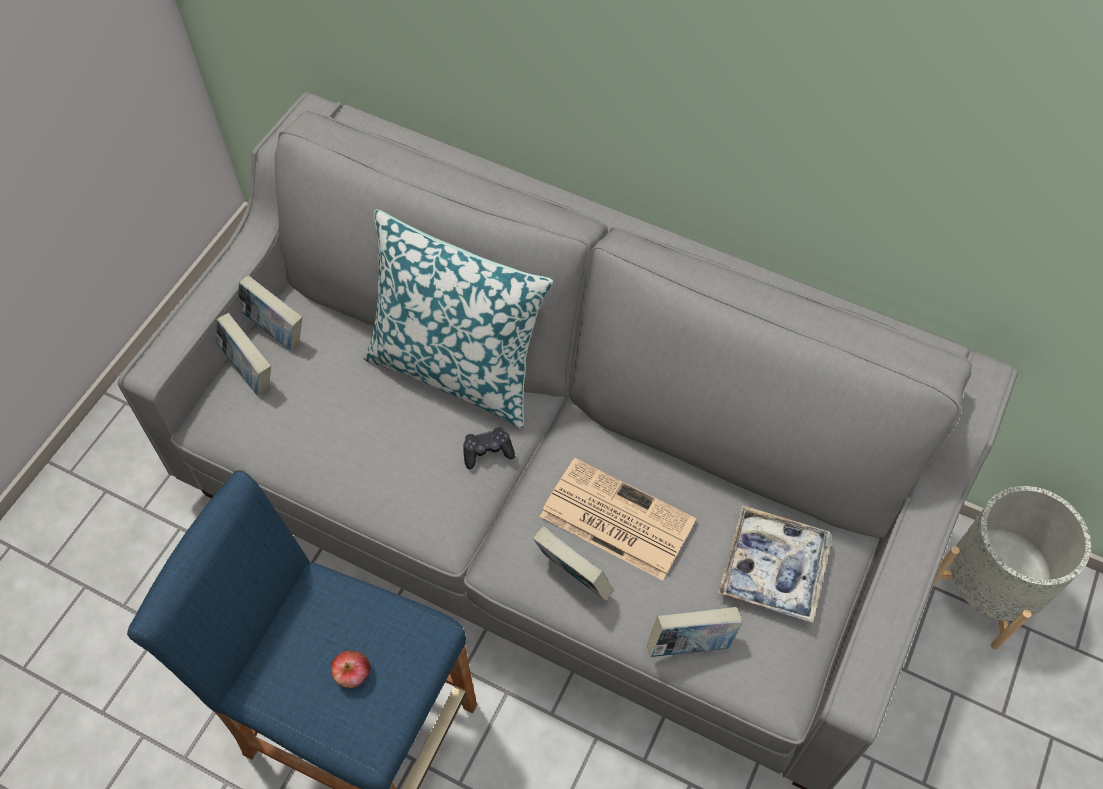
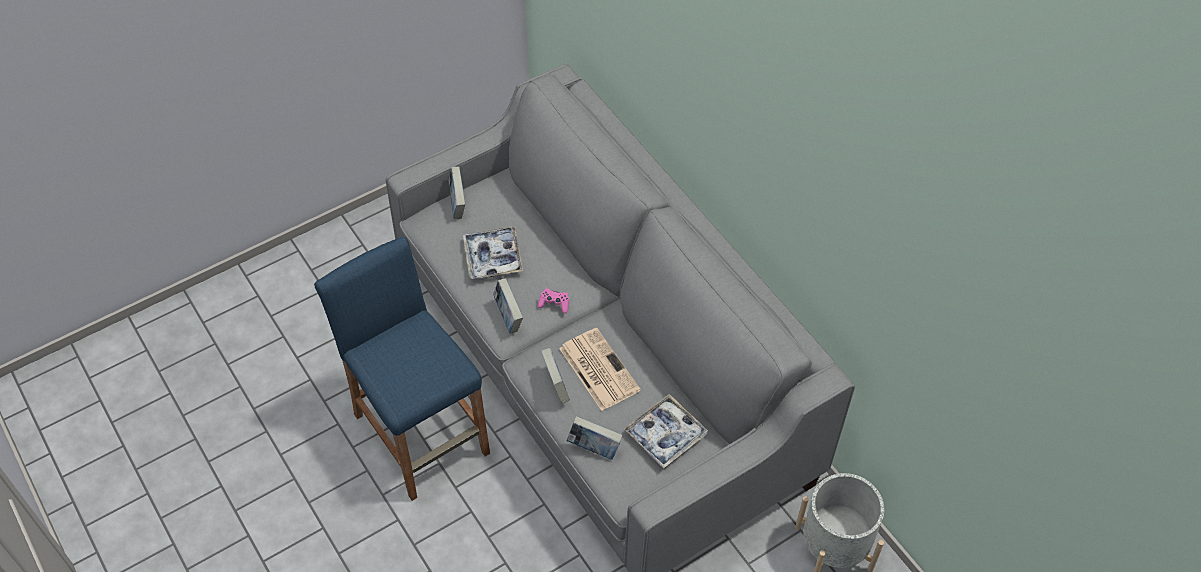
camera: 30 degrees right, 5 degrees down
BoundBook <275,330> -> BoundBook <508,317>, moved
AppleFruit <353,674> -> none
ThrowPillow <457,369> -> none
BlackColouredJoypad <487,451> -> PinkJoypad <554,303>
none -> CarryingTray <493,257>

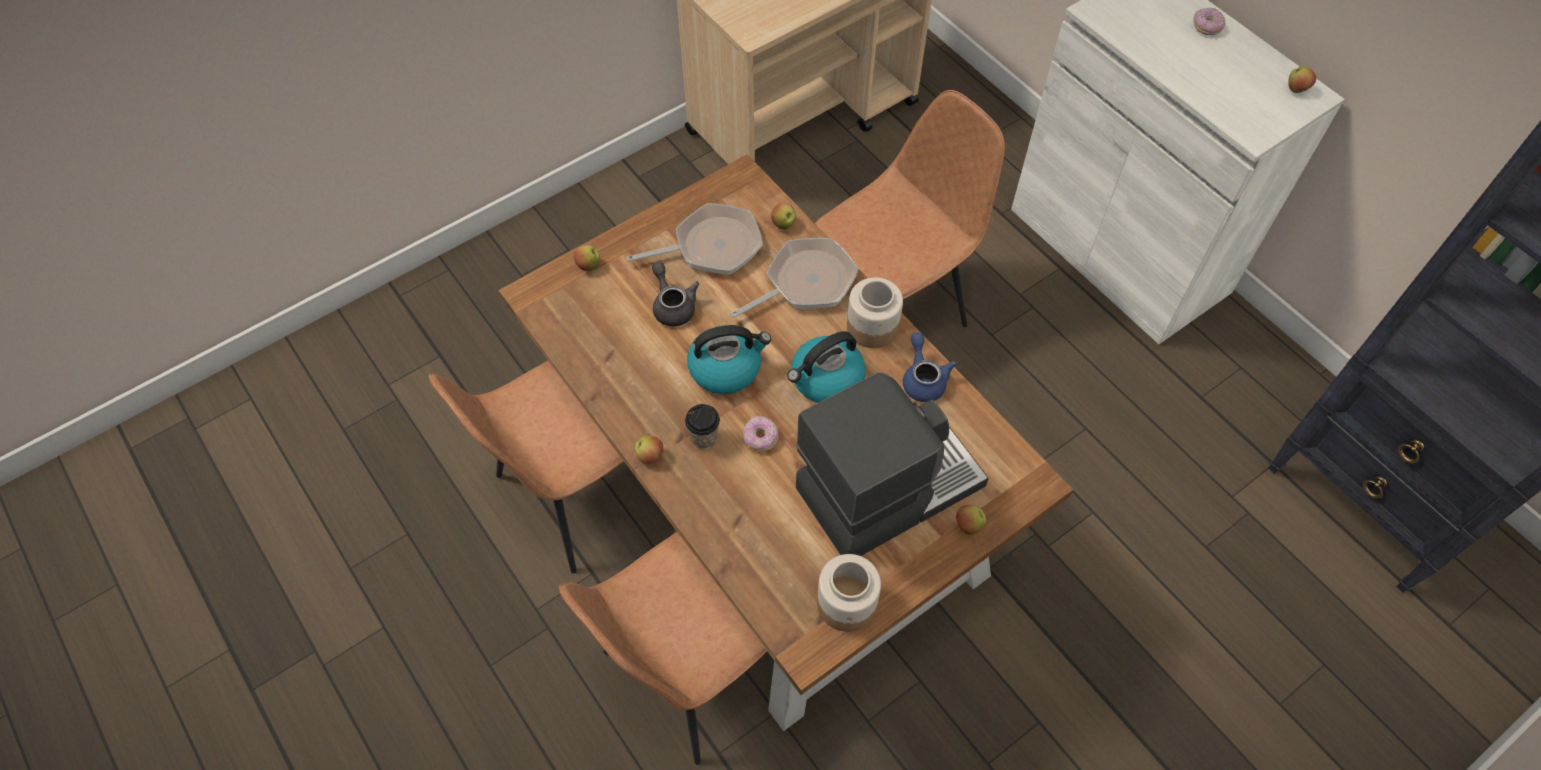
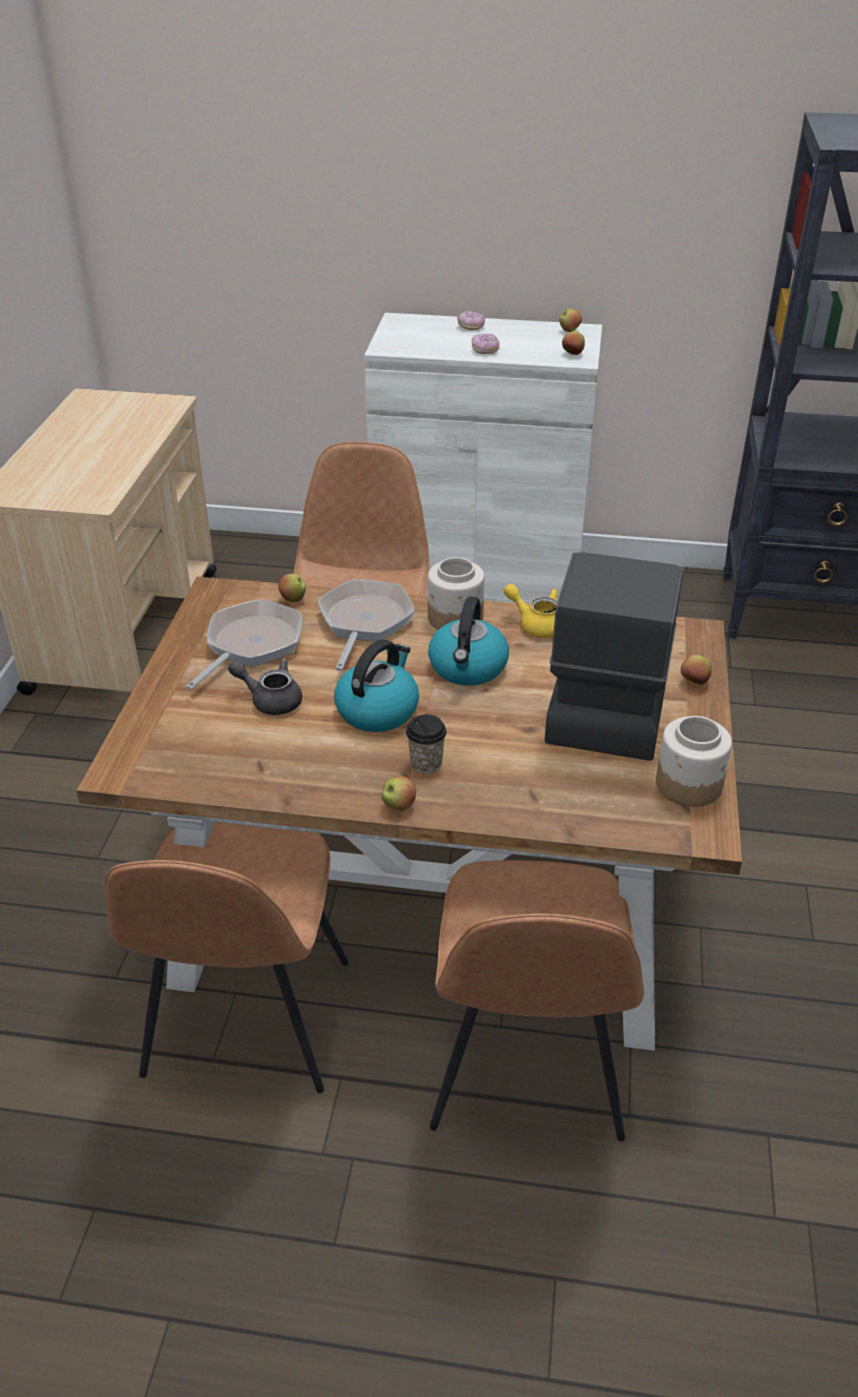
camera: 45 degrees left, 20 degrees down
AppleFruit <588,266> -> AppleFruit <572,354>, moved
RingDoughnut <760,438> -> RingDoughnut <485,350>, moved
BlueColouredTeapot <923,379> -> YellowTeapot <537,624>

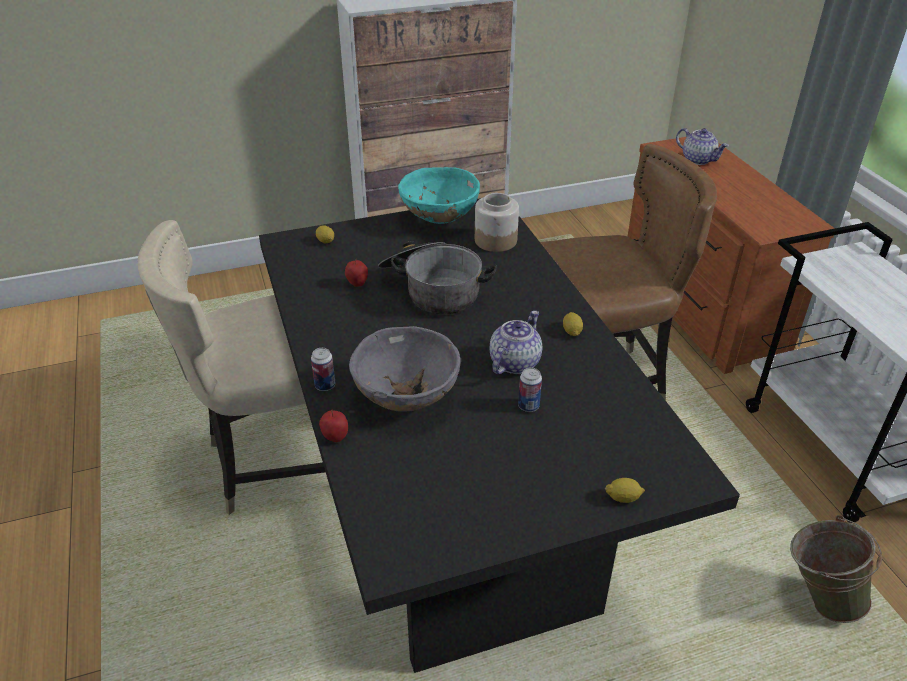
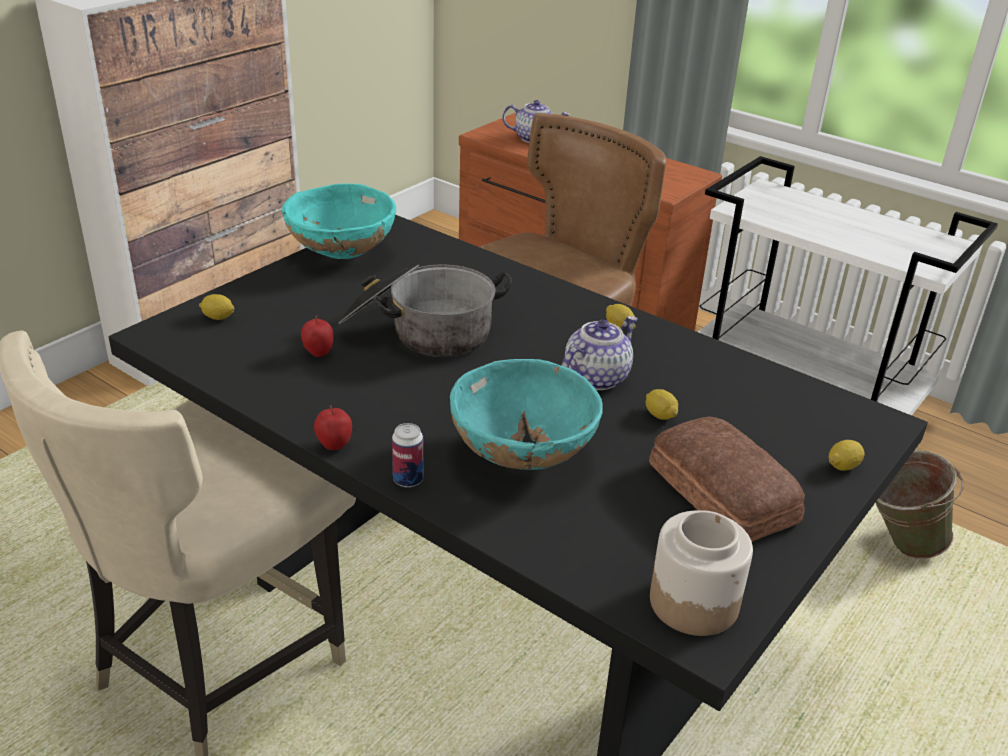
camera: 35 degrees left, 5 degrees down
AppleFruit <335,438> -> AppleFruit <334,446>, moved
GrayServingBowl <406,399> -> TurquoiseServingBowl <522,457>
PreserveJar <496,240> -> PreserveJar <694,602>, moved
Teapot <514,362> -> Teapot <596,377>, 45 degrees clockwise
SealedCan <528,406> -> WholeLemon <659,415>
none -> BakedBread <721,495>

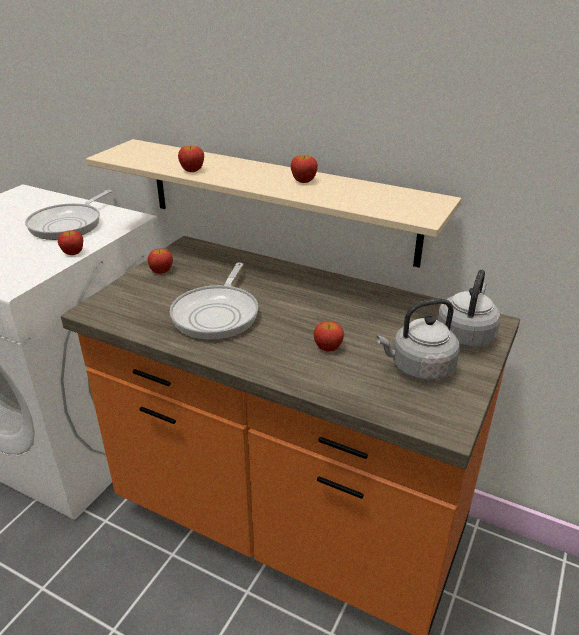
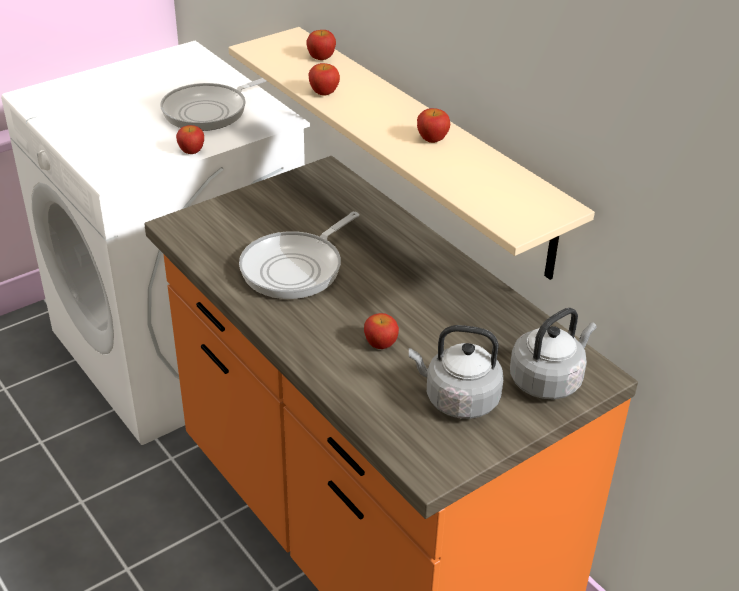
camera: 25 degrees right, 5 degrees up
AppleFruit <161,271> -> AppleFruit <321,57>, moved

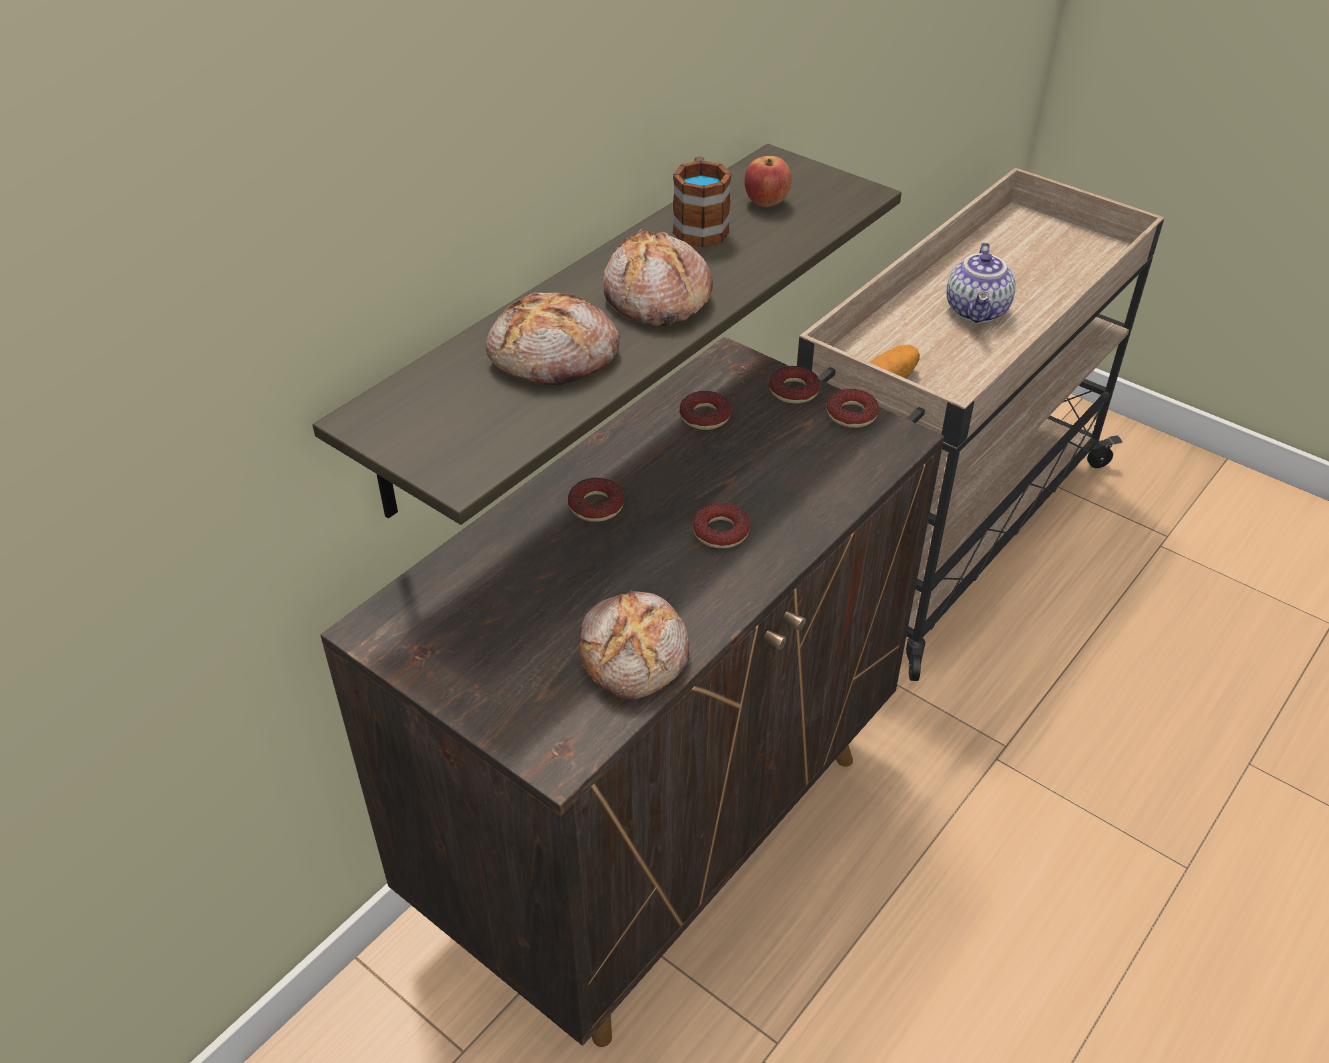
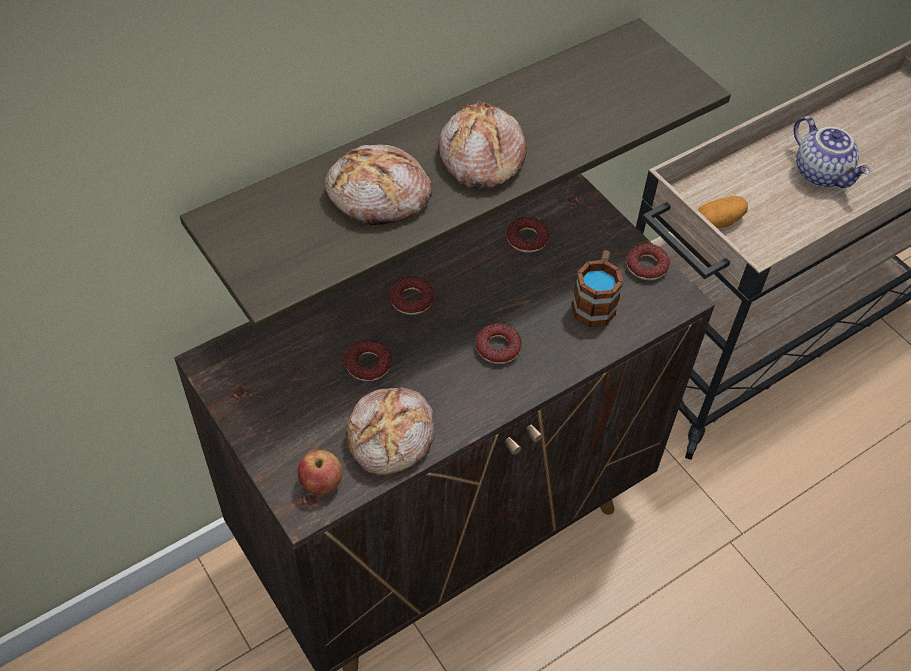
camera: 15 degrees right, 10 degrees up
TeaMug <700,225> -> TeaMug <595,301>, moved
AppleFruit <766,202> -> AppleFruit <321,483>, moved
RingDoughnut <794,391> -> RingDoughnut <368,364>, moved
Teapot <978,311> -> Teapot <822,173>, 60 degrees counterclockwise

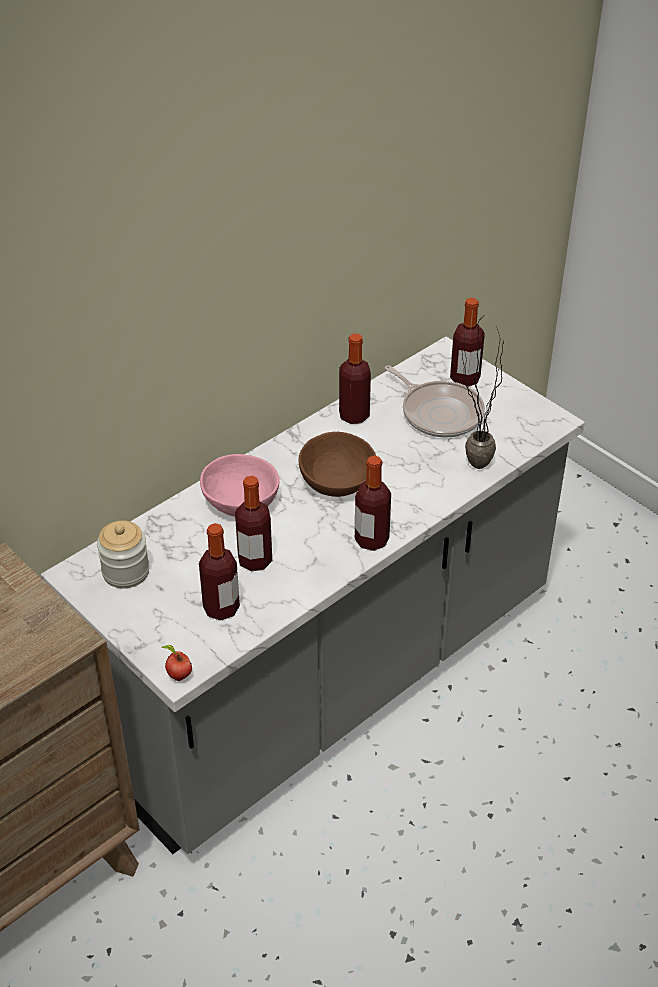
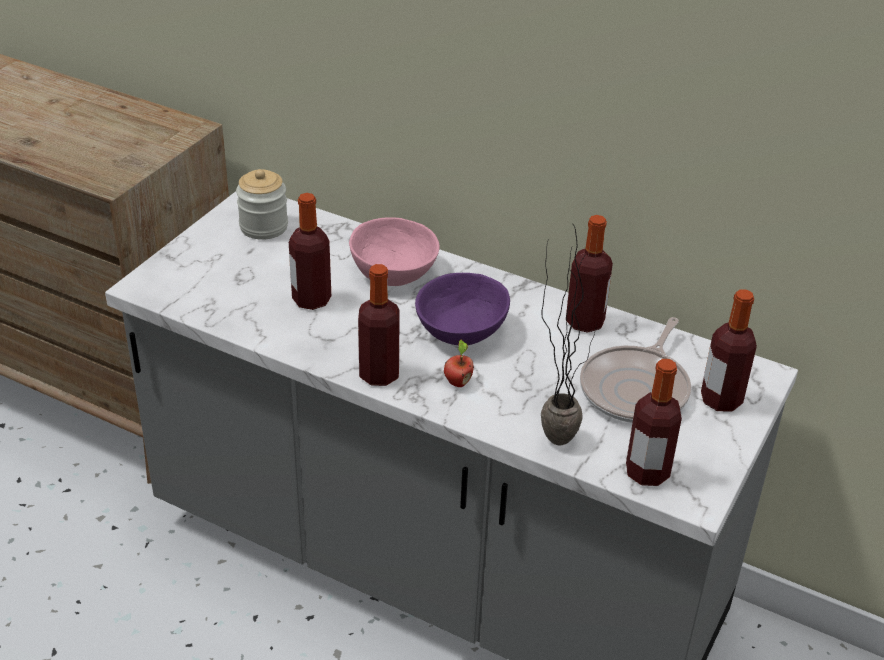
camera: 70 degrees right, 5 degrees down
AppleFruit <178,676> -> AppleFruit <457,382>, moved
Bottle <221,608> -> Bottle <647,472>, moved
BrownServingBowl <336,482> -> PurpleServingBowl <461,330>

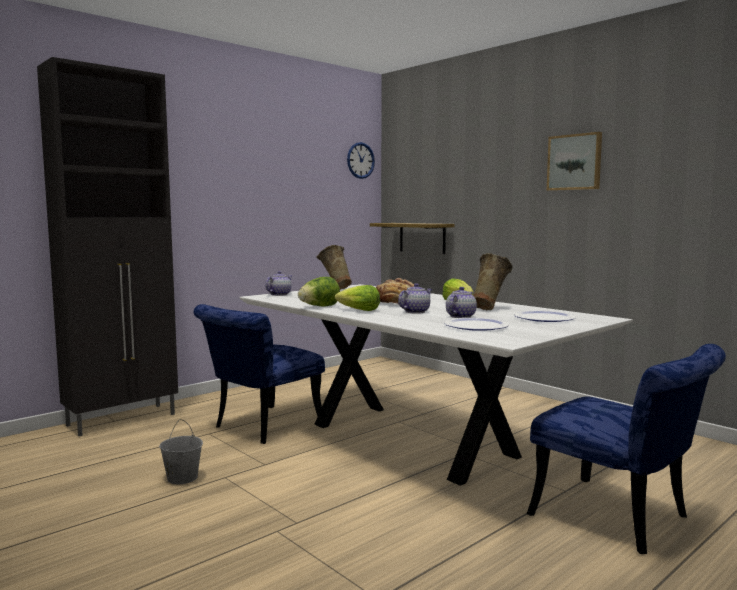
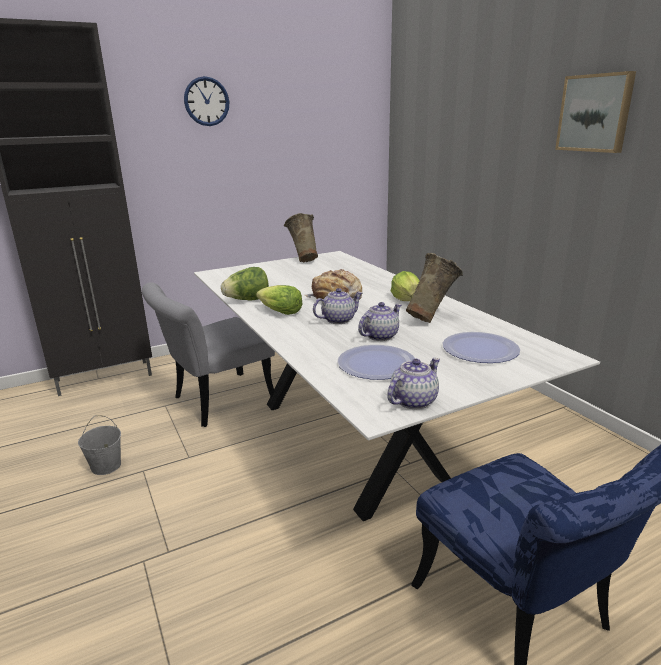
camera: 15 degrees right, 15 degrees up
BlueColouredPlainChair <261,427> -> GrayPlainChair <215,402>
Teapot <279,294> -> Teapot <413,401>, moved
WallClock <360,160> -> WallClock <206,101>, moved
Shelf <422,238> -> none

